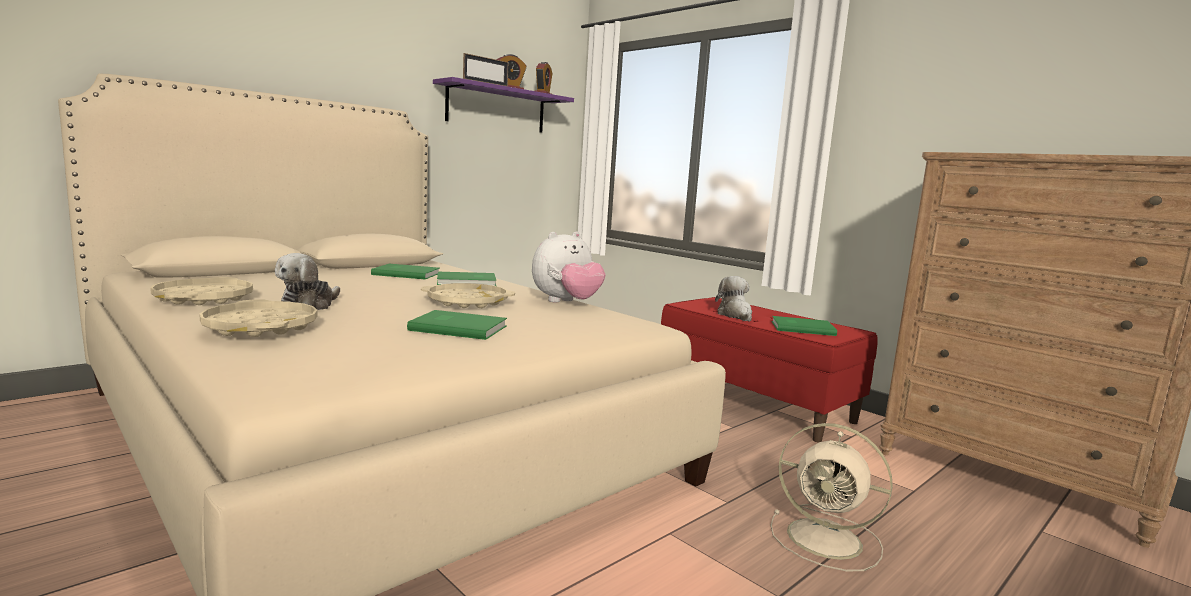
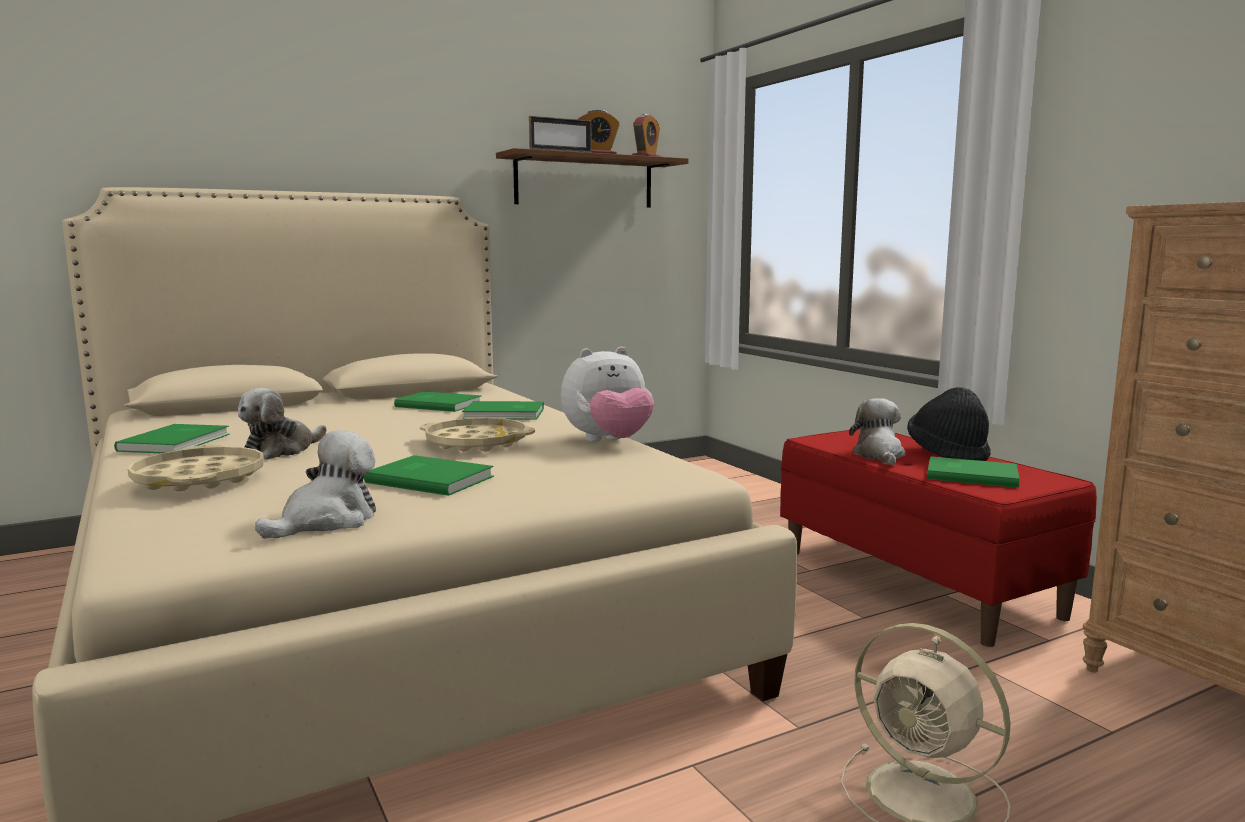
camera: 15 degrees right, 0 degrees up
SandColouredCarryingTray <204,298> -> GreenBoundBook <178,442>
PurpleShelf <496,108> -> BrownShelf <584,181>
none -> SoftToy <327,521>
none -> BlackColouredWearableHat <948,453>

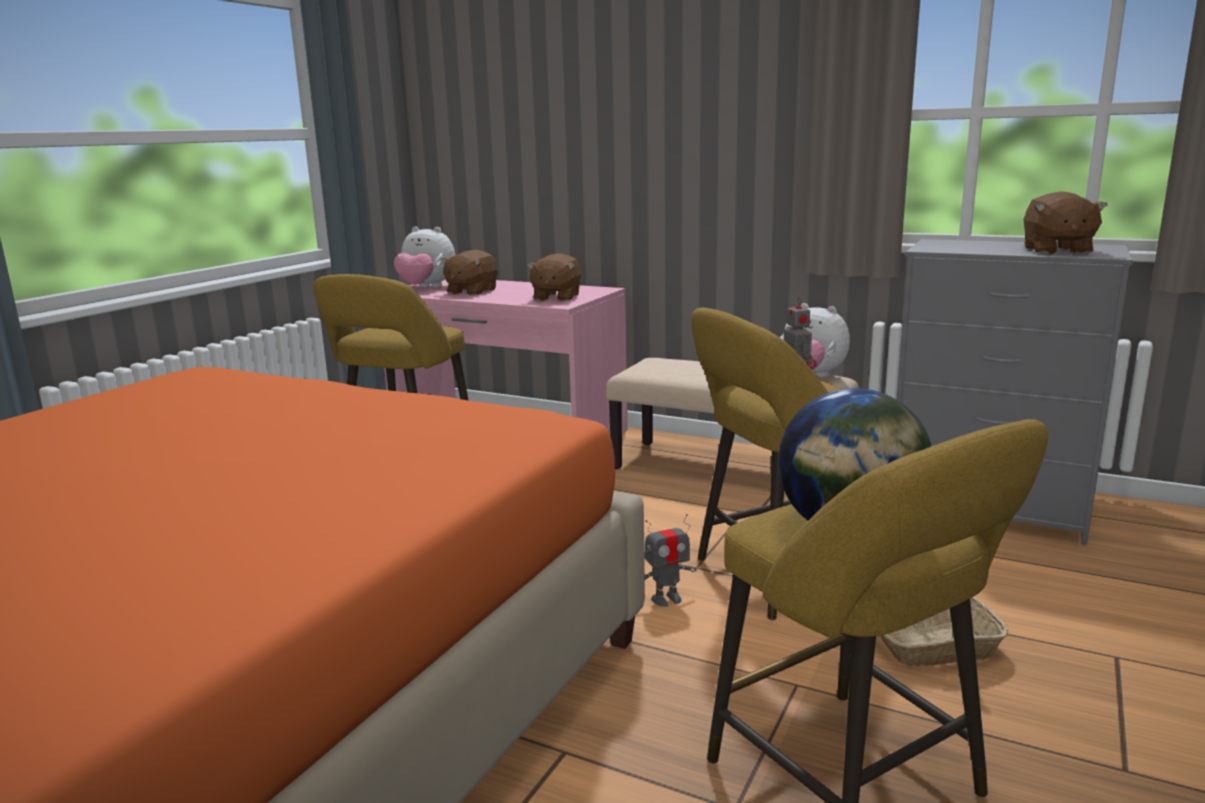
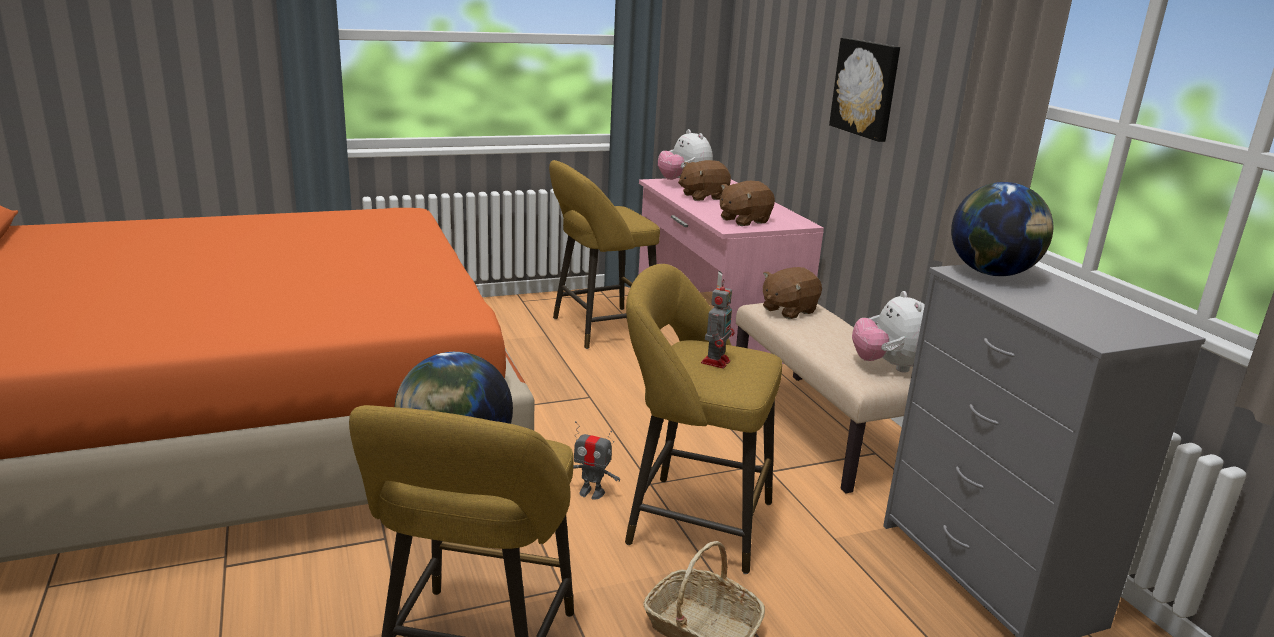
camera: 40 degrees right, 5 degrees up
BrownSoftToy <1056,251> -> BrownSoftToy <788,310>, moved
none -> Picture <866,88>
none -> Globe <992,273>

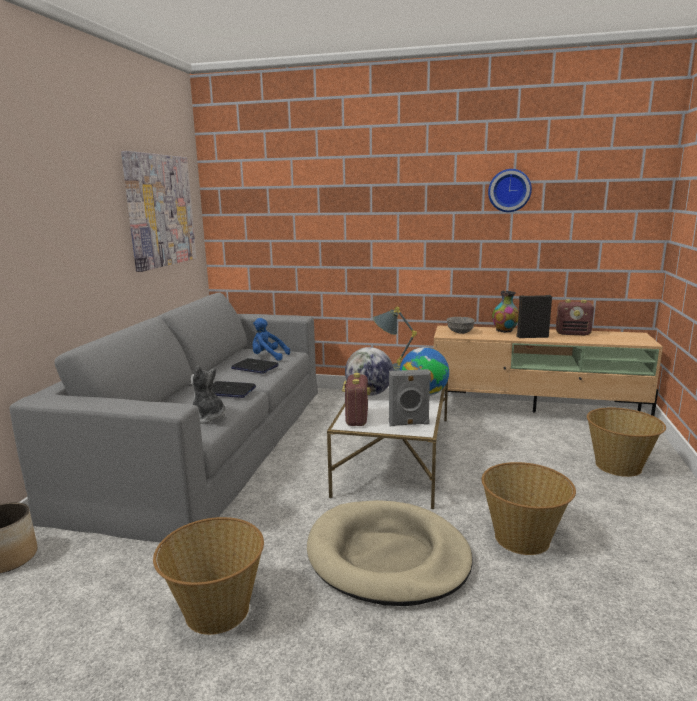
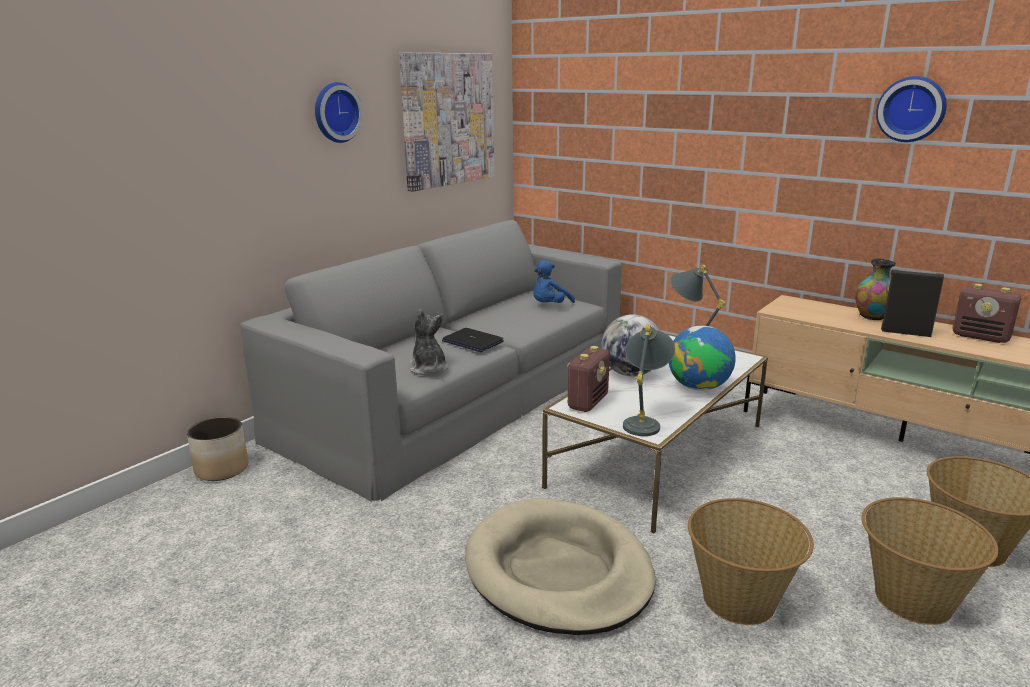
camera: 25 degrees right, 5 degrees up
HouseholdBasket <216,610> -> HouseholdBasket <911,599>, moved
Laptop <254,367> -> none
BlueColouredSoftToy <268,357> -> BlueColouredSoftToy <549,306>, 90 degrees counterclockwise
GrayLoudspeaker <409,424> -> GrayTabletopLamp <644,421>
GrayServingBowl <460,332> -> none
none -> WallClock <335,112>

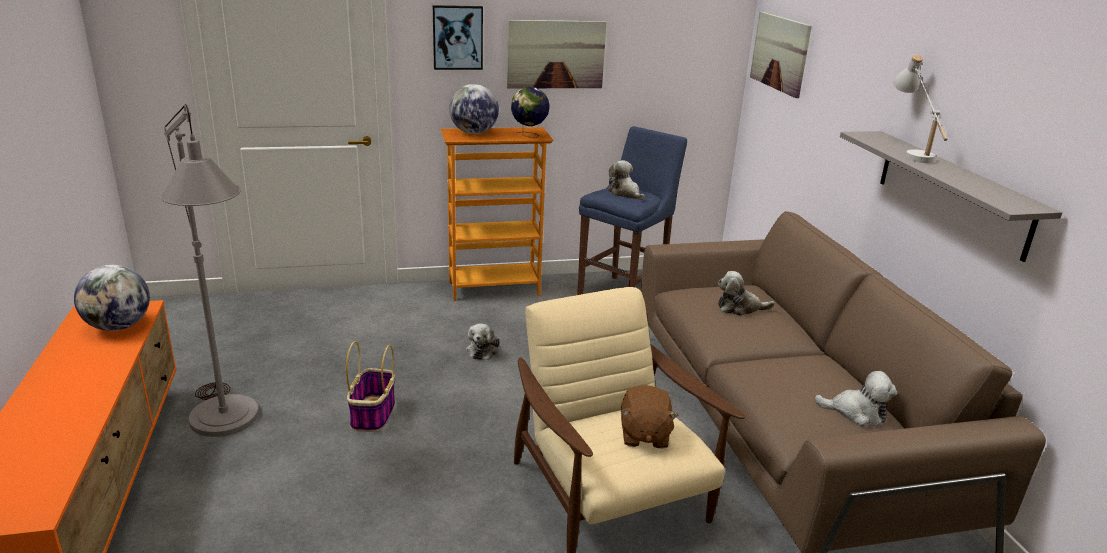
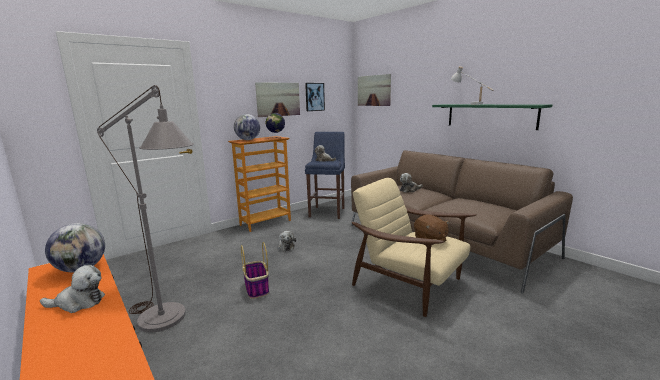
camera: 25 degrees left, 10 degrees down
Picture <457,37> -> Picture <314,97>, moved
SoftToy <856,412> -> SoftToy <78,303>, moved
GrayShelf <951,192> -> GreenShelf <490,116>

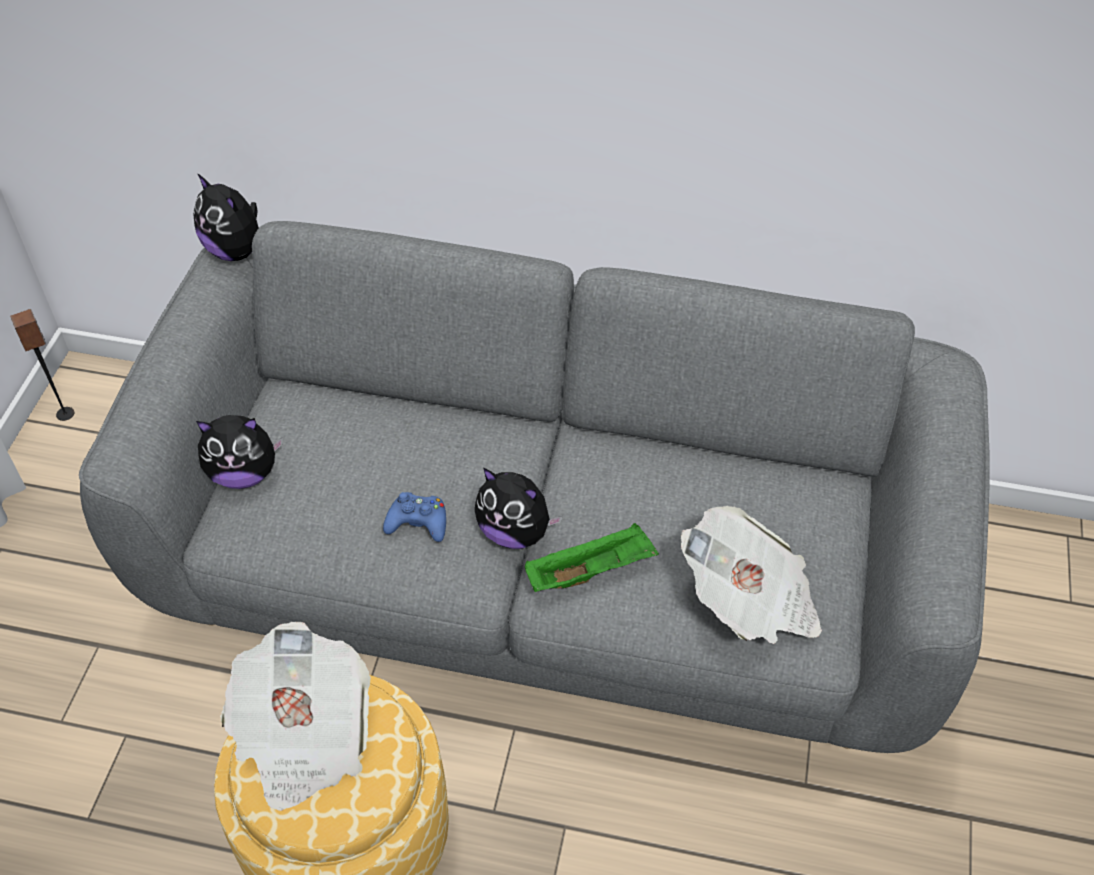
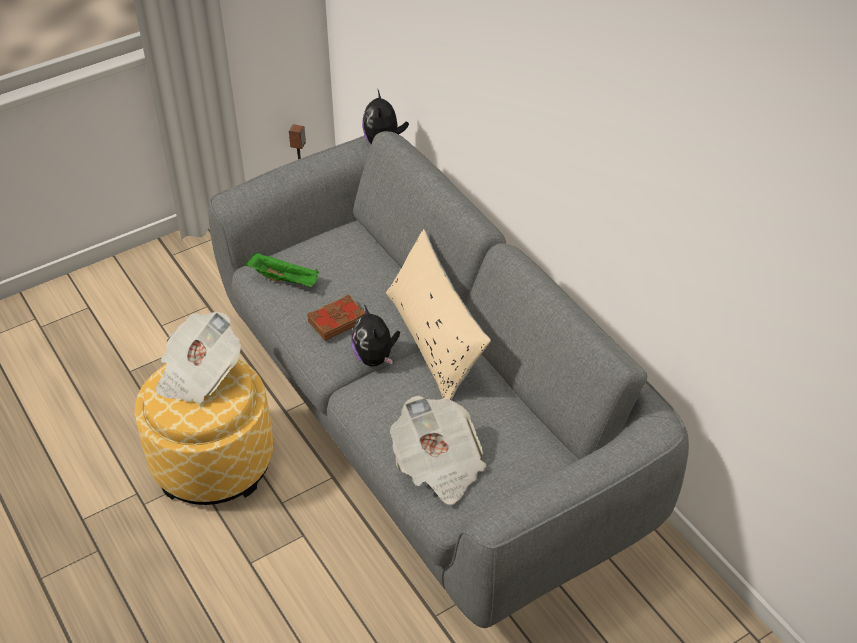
camera: 45 degrees right, 5 degrees down
SoftToy <244,473> -> none
BlueColouredJoypad <418,522> -> BrownBoundBook <336,321>
GreenCarryingTray <591,571> -> GreenCarryingTray <285,279>, moved
none -> SandColouredThrowPillow <434,341>

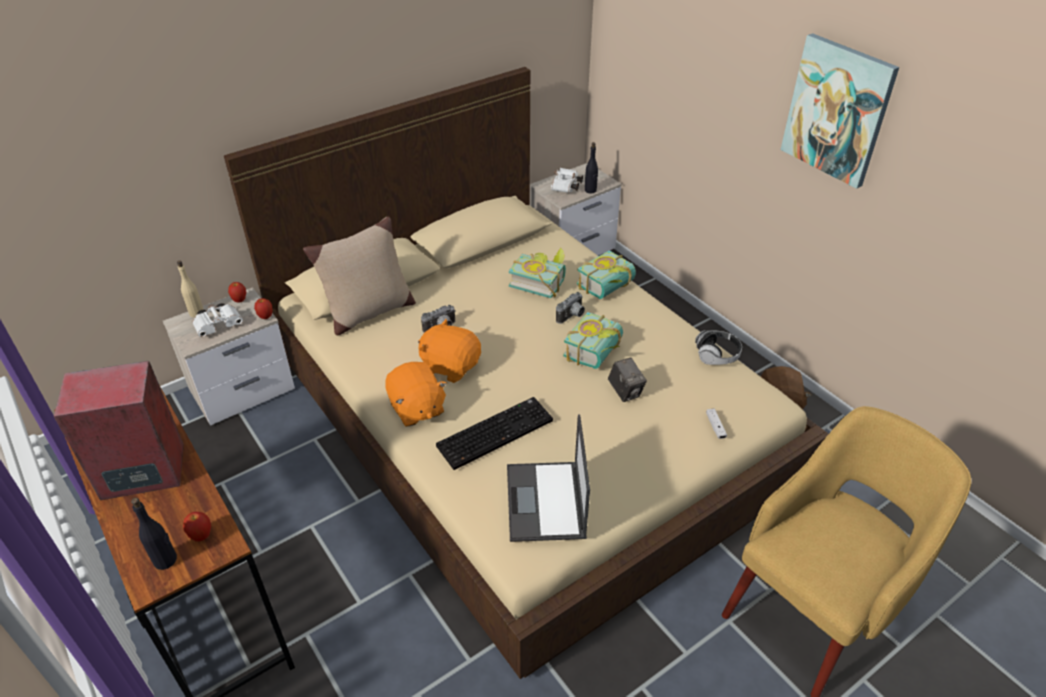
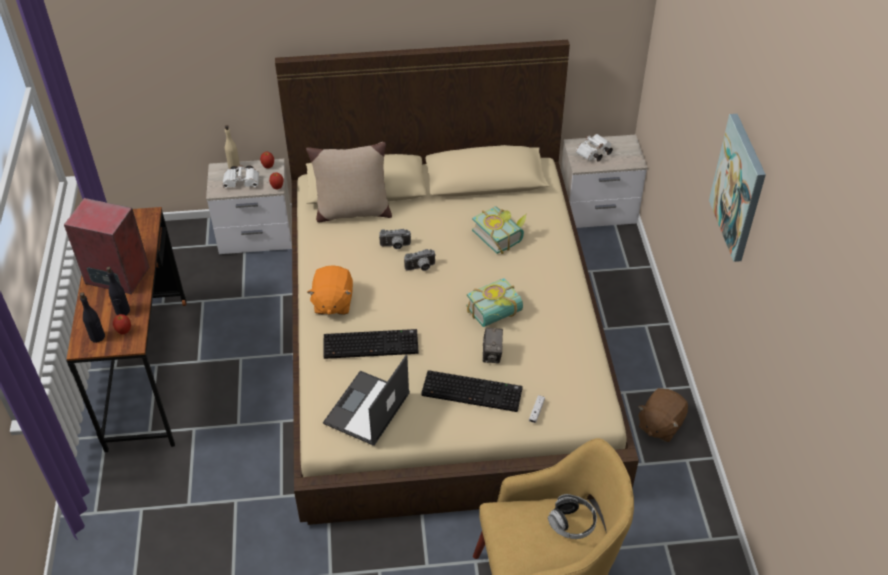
camera: 30 degrees right, 5 degrees up
OrangeySoftToy <450,366> -> none
StillCamera <572,316> -> StillCamera <421,268>, moved
BoundBook <609,288> -> none
BlackColouredBottle <590,190> -> BlackColouredBottle <122,311>, moved
Headset <717,355> -> Headset <572,523>, moved
none -> Keyboard <473,391>

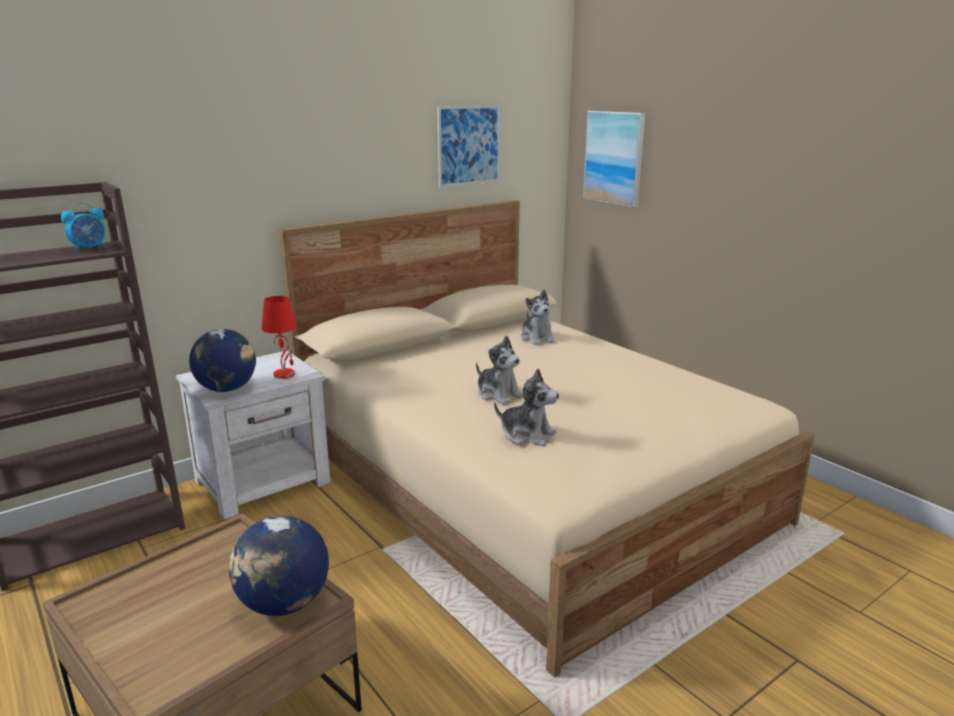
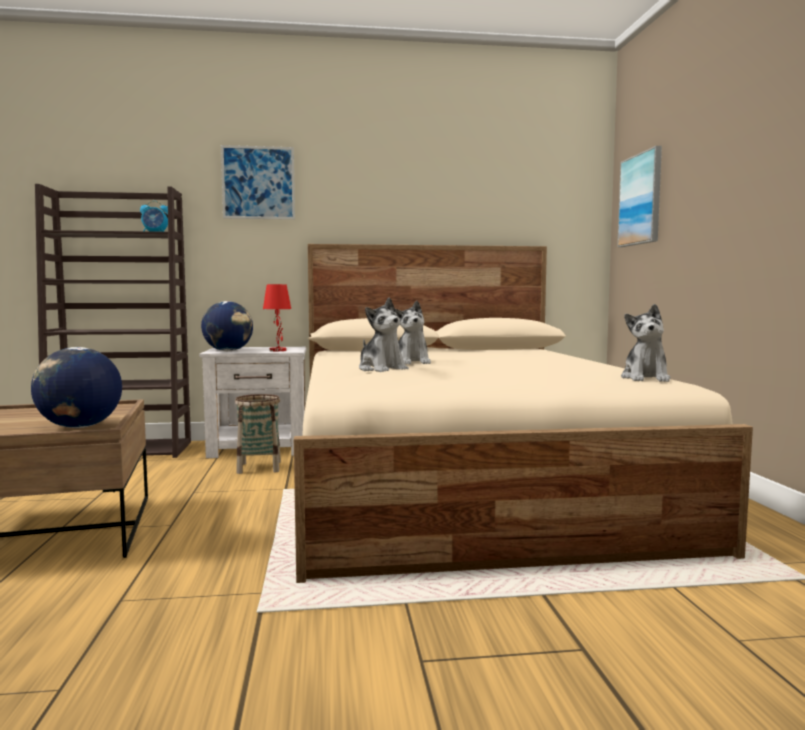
camera: 30 degrees right, 15 degrees down
Picture <469,145> -> Picture <258,183>, moved
SoftToy <537,338> -> SoftToy <646,378>, moved
none -> HouseholdBasket <259,467>

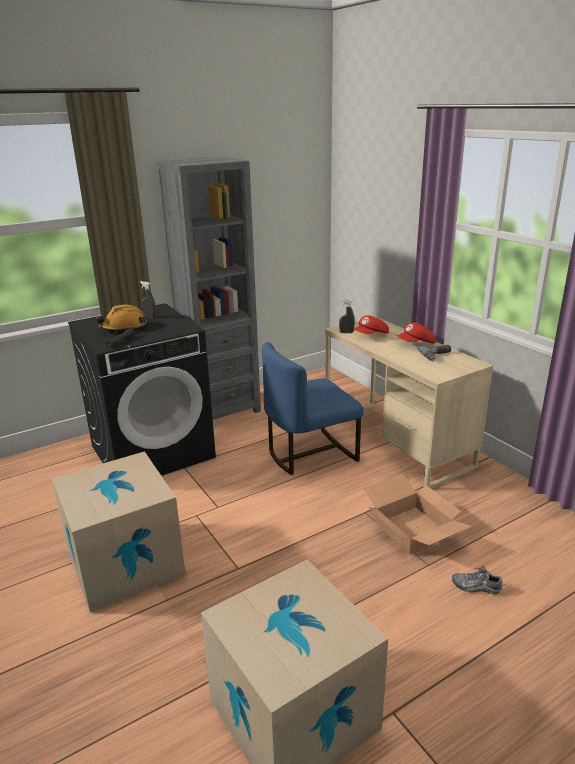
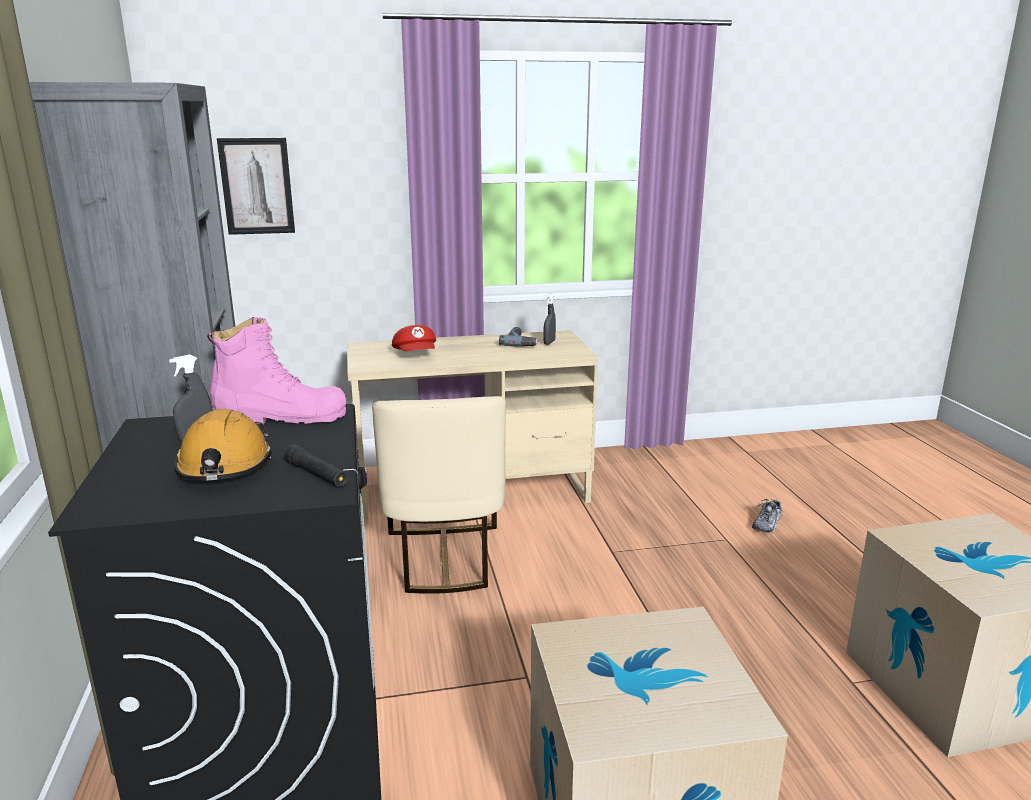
camera: 70 degrees left, 5 degrees down
BlueColouredPlainChair <310,453> -> SandColouredPlainChair <444,558>
GrayHandSprayer <346,332> -> GrayHandSprayer <549,343>, moved
Carton <414,529> -> none
ReddishPeakedCap <416,344> -> none
none -> PinkHighTopBoot <282,417>
none -> Picture <257,186>

